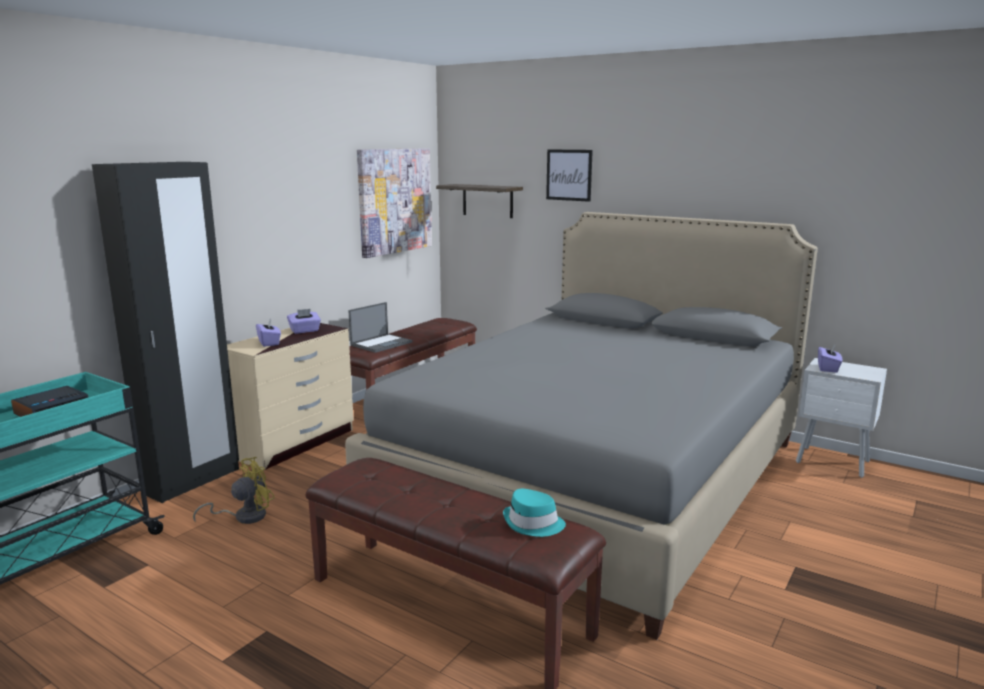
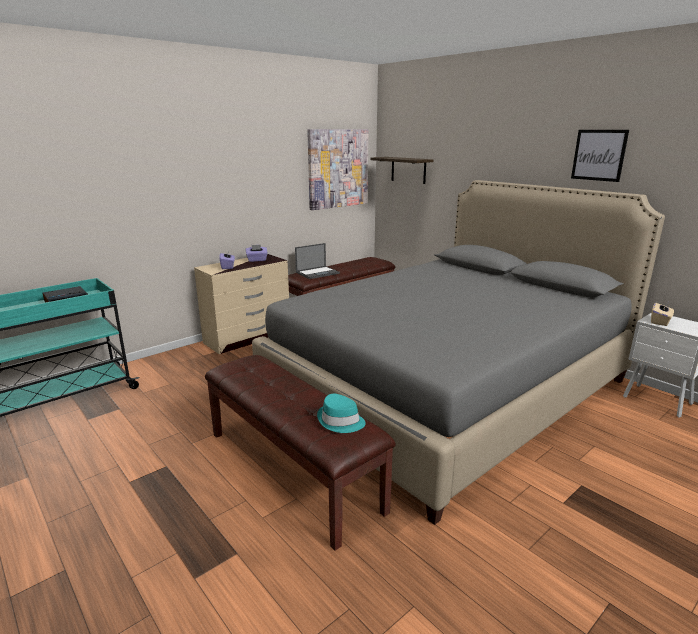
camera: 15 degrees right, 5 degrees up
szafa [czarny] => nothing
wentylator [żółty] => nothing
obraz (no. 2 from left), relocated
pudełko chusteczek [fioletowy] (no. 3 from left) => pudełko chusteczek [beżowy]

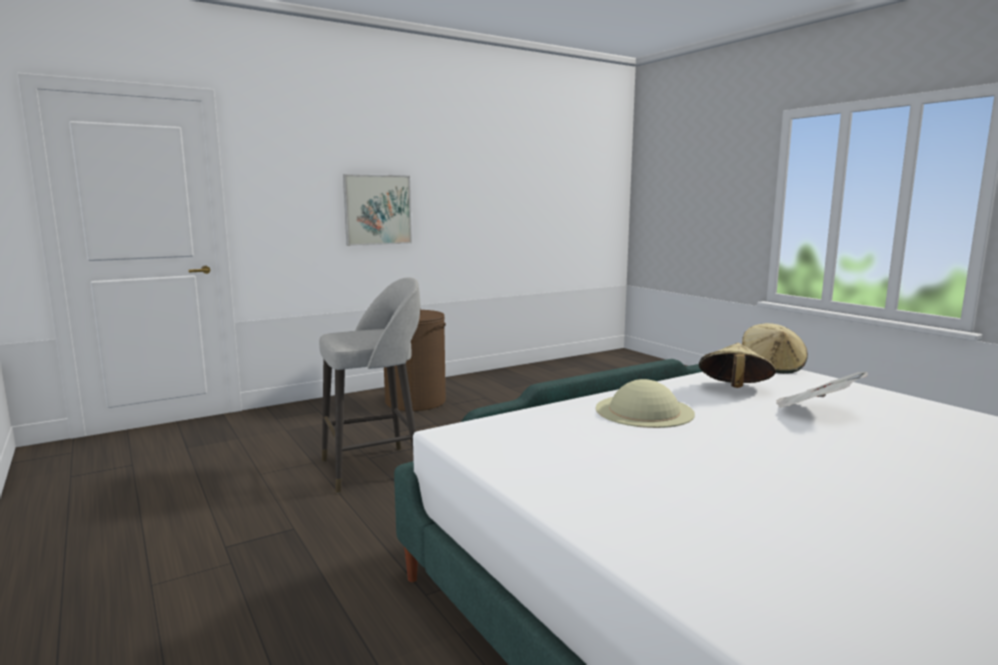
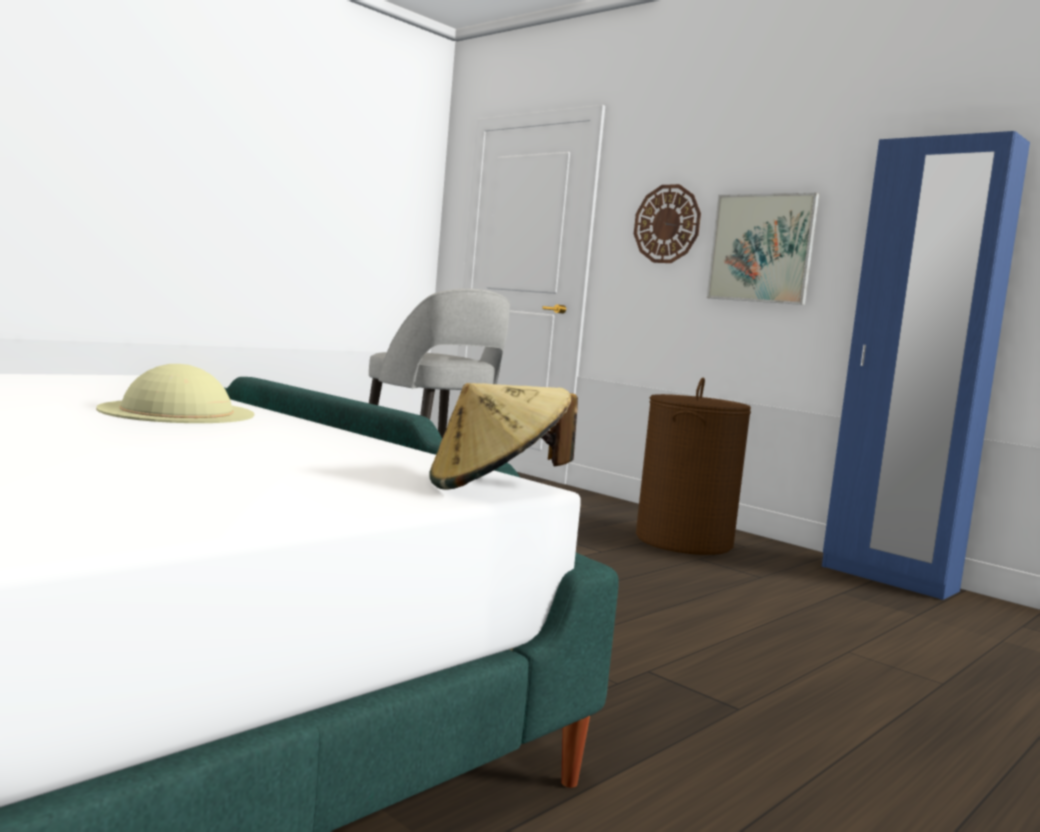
camera: 75 degrees right, 5 degrees down
kapelusz [beżowy] (no. 2 from left) => nothing
gazeta => nothing
nothing => zegar ścienny
nothing => szafa [niebieski]

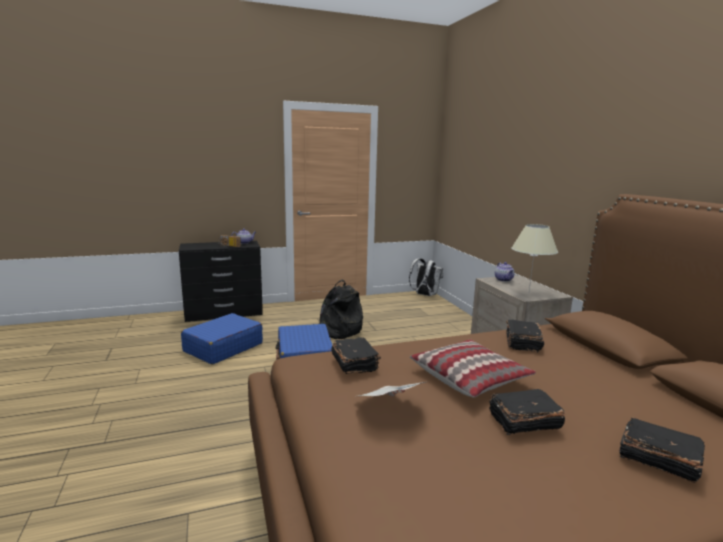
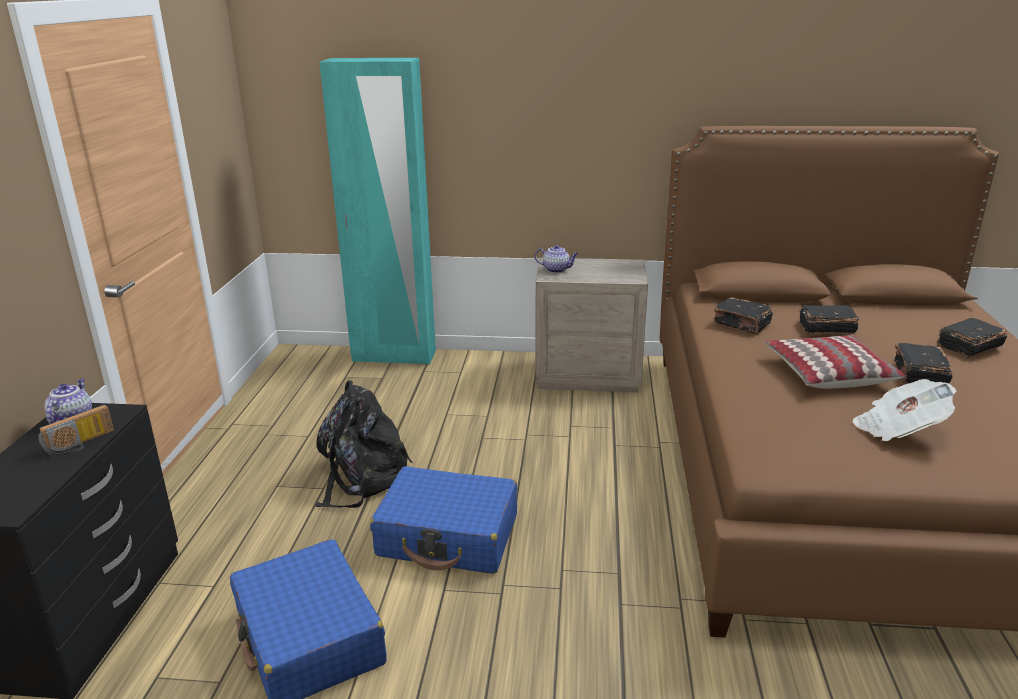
camera: 65 degrees left, 10 degrees up
książka [czarny] (no. 1 from left in the first image) => książka [czarny] (no. 2 from left), relocated
plecak [biały] => nothing
lampa stołowa [beżowy] => nothing
nothing => szafa [turkusowy]

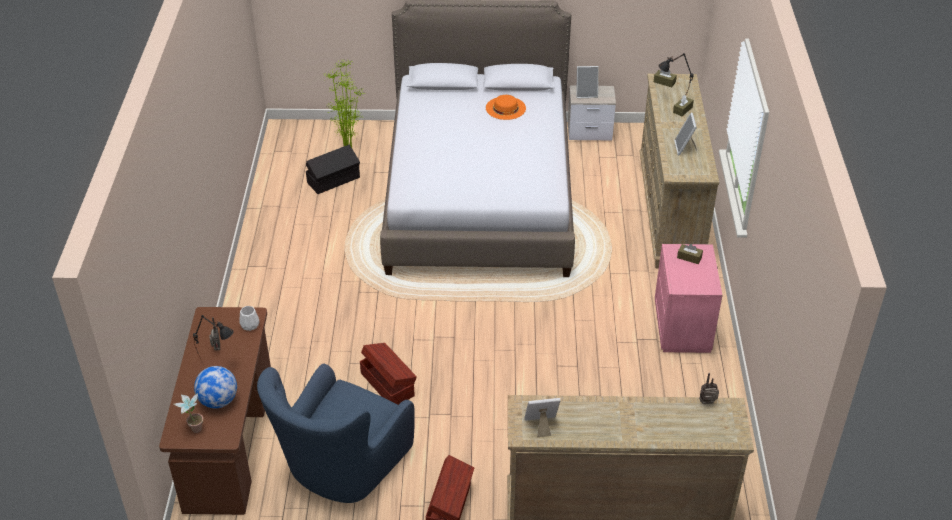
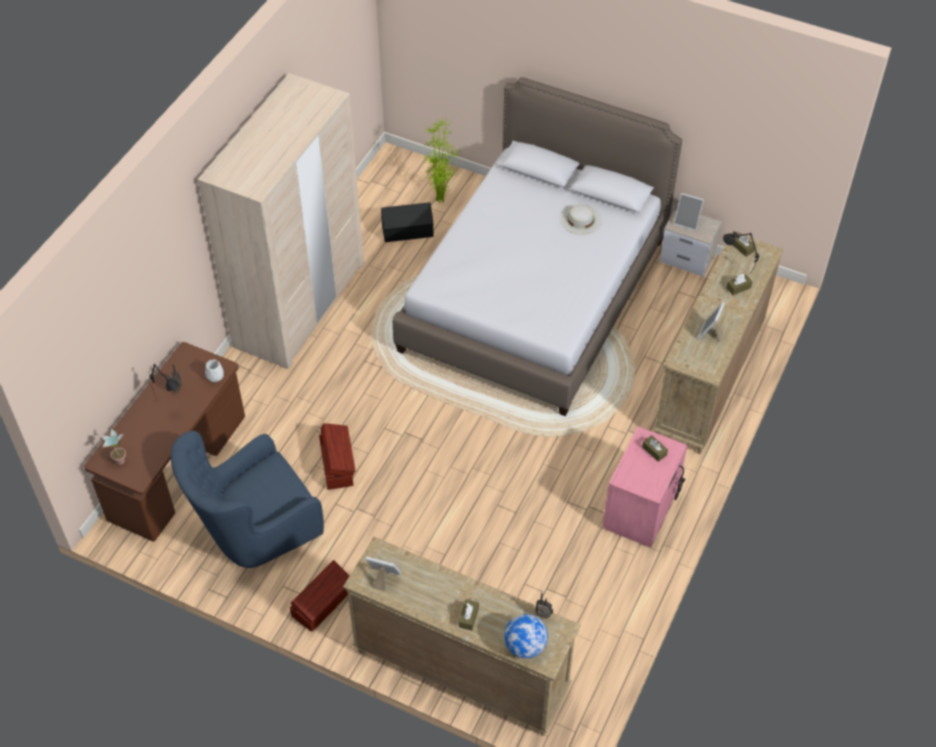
camera: 25 degrees right, 10 degrees up
globus, relocated
kapelusz [pomarańczowy] => kapelusz [biały]
nothing => szafa [beżowy]
nothing => pudełko chusteczek [brązowy] (no. 1 from left)

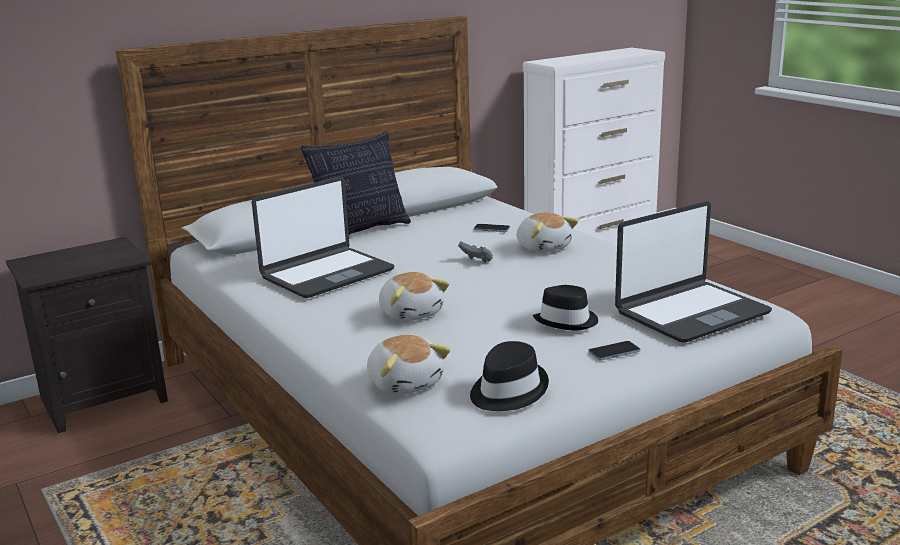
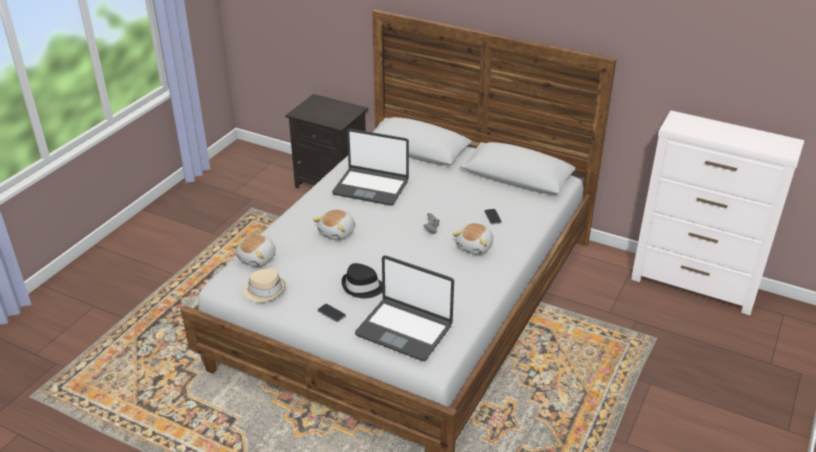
camera: 60 degrees right, 15 degrees up
poduszka => nothing
kapelusz [czarny] (no. 1 from left) => kapelusz [beżowy]

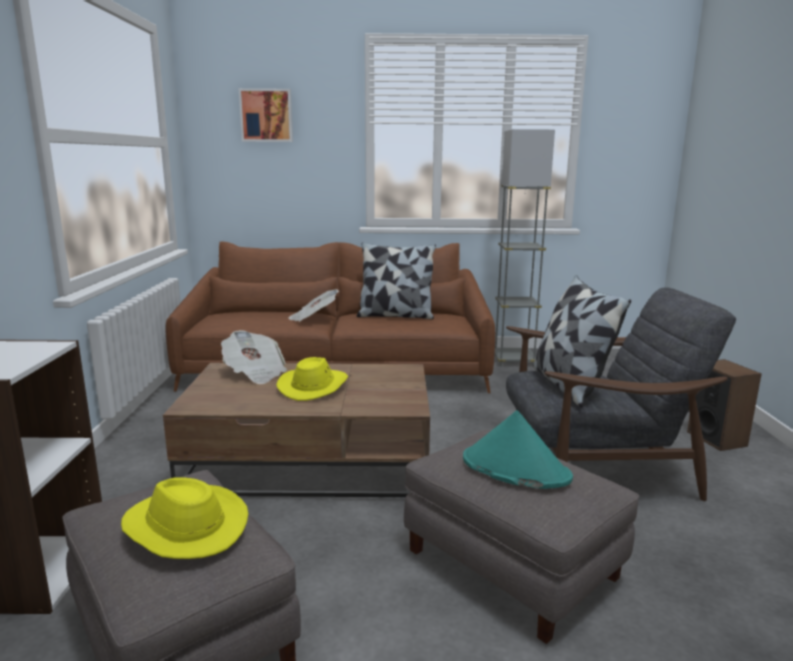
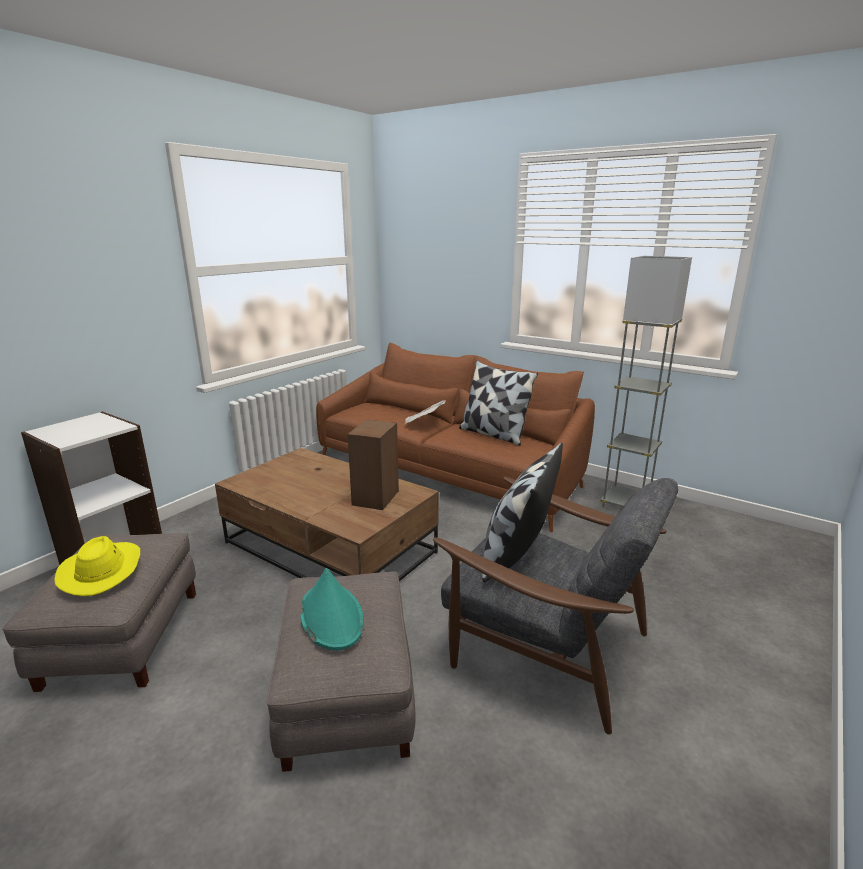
camera: 35 degrees right, 5 degrees up
gazeta (no. 1 from left) => nothing
obraz => nothing
kapelusz [żółty] (no. 2 from left) => nothing
głośnik, relocated

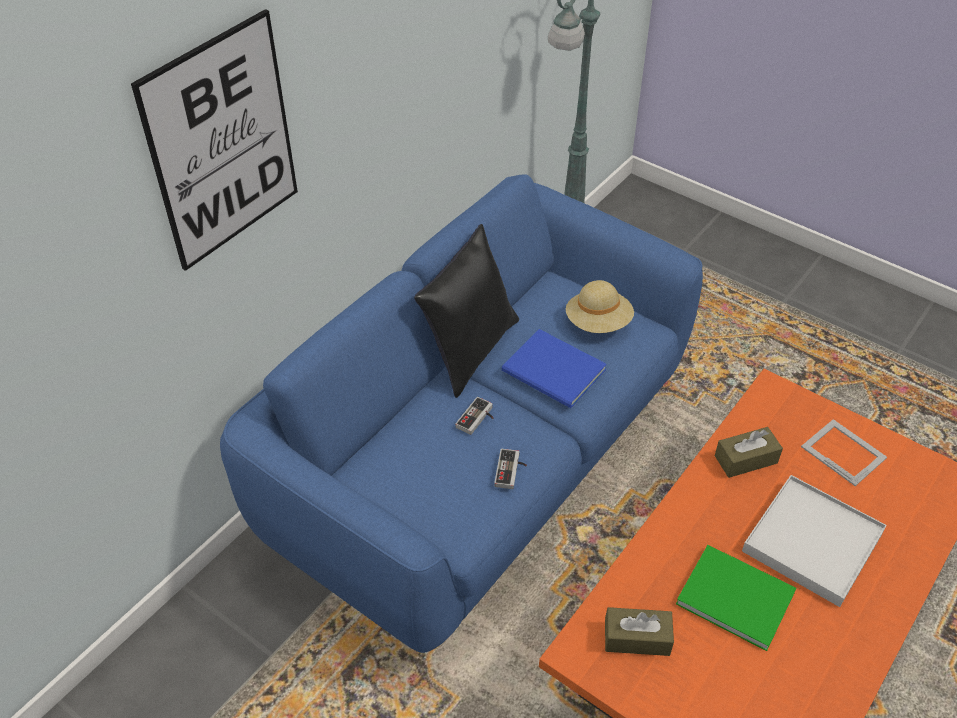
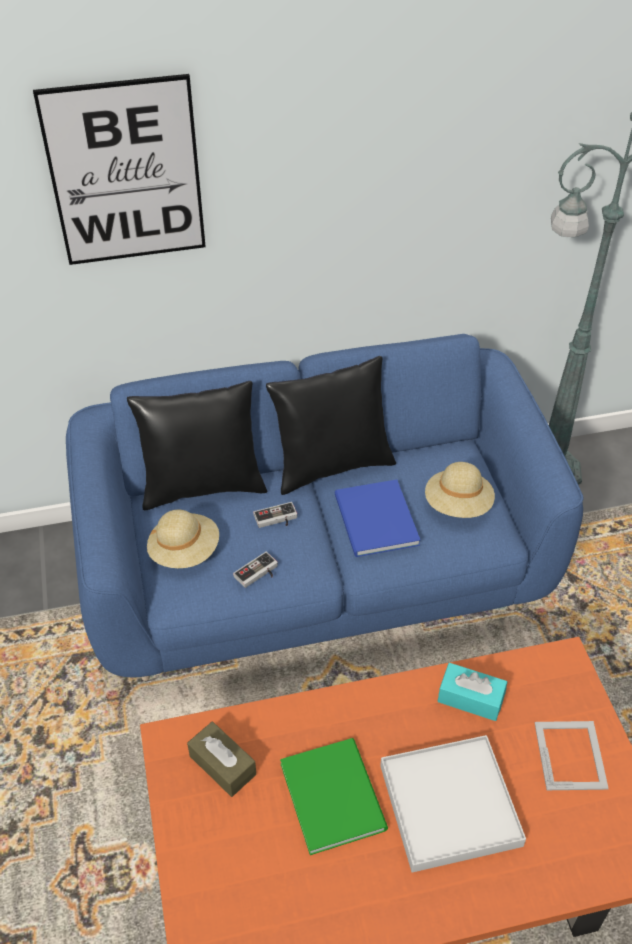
camera: 40 degrees right, 0 degrees up
pudełko chusteczek [brązowy] (no. 2 from left) => pudełko chusteczek [turkusowy]
nothing => poduszka [czarny] (no. 1 from left)
nothing => kapelusz [beżowy] (no. 1 from left)

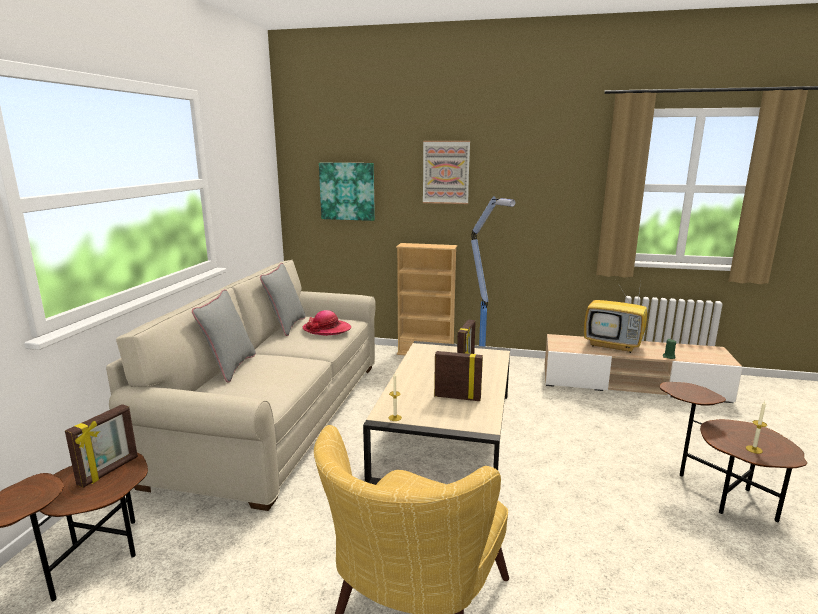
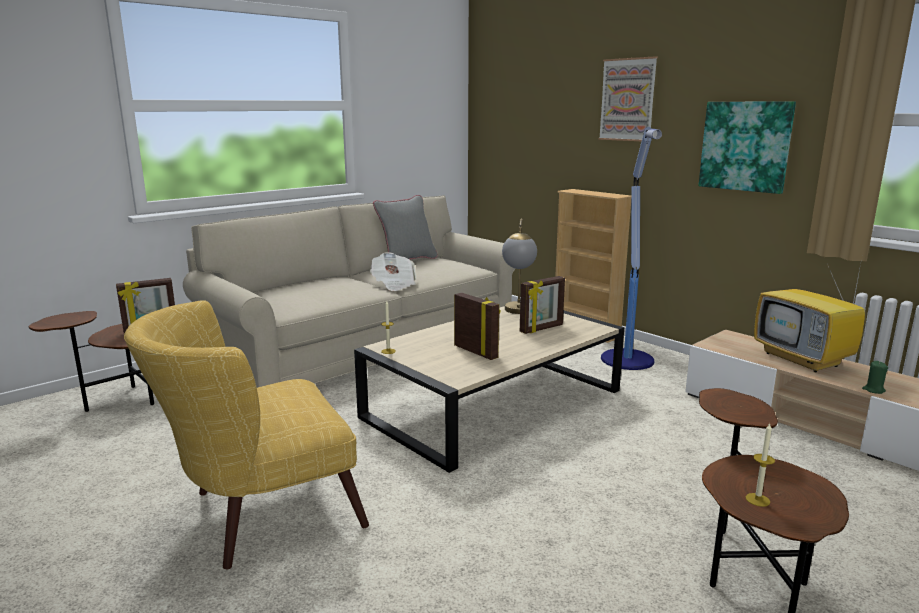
camera: 35 degrees right, 0 degrees up
poduszka [szary] (no. 1 from left) => nothing
kapelusz => nothing
obraz (no. 1 from left in the first image) => obraz (no. 2 from left), relocated
nothing => gazeta
nothing => lampa stołowa

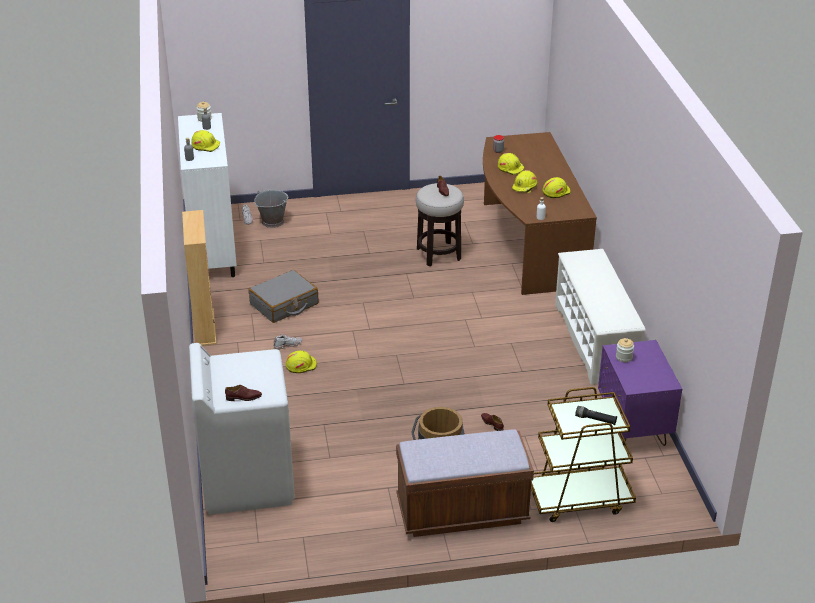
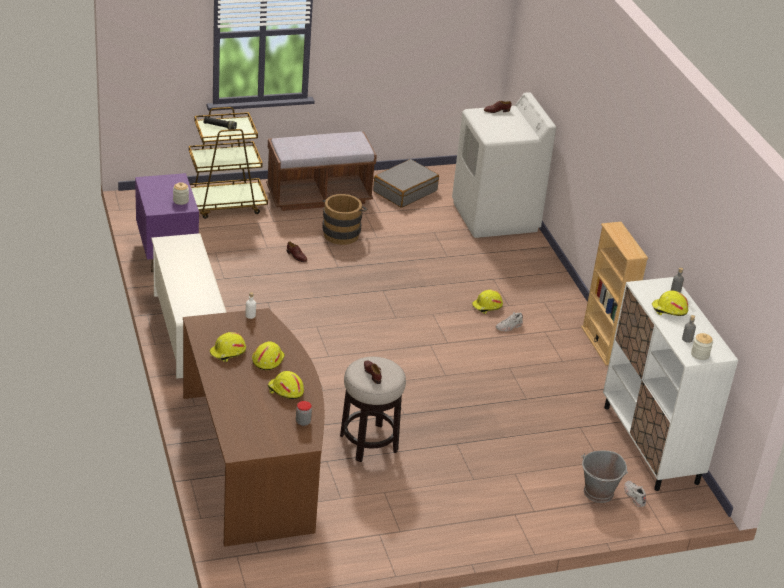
camera: 170 degrees right, 0 degrees up
walizka [szary], relocated

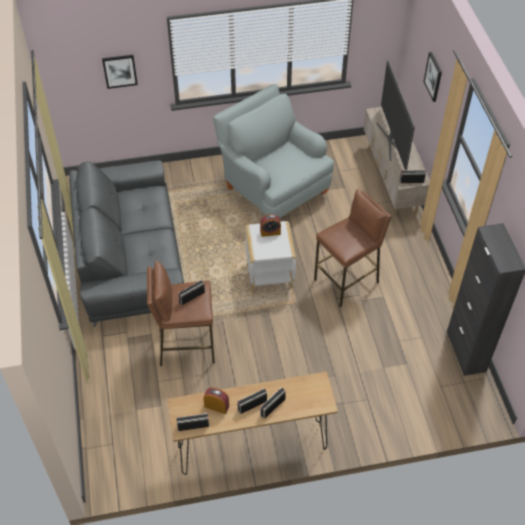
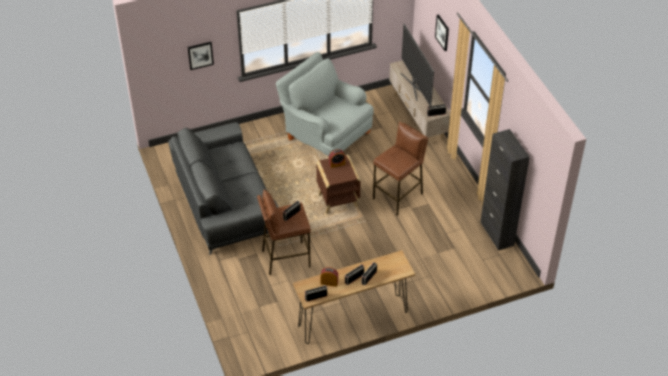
camera: 10 degrees left, 5 degrees down
stolik [biały] => stolik [brązowy]

